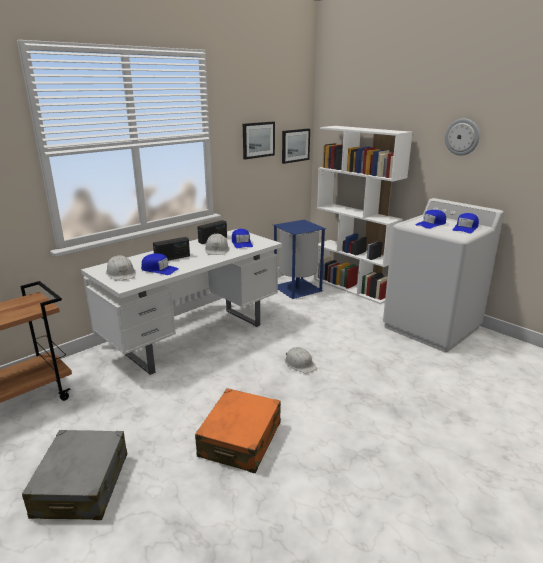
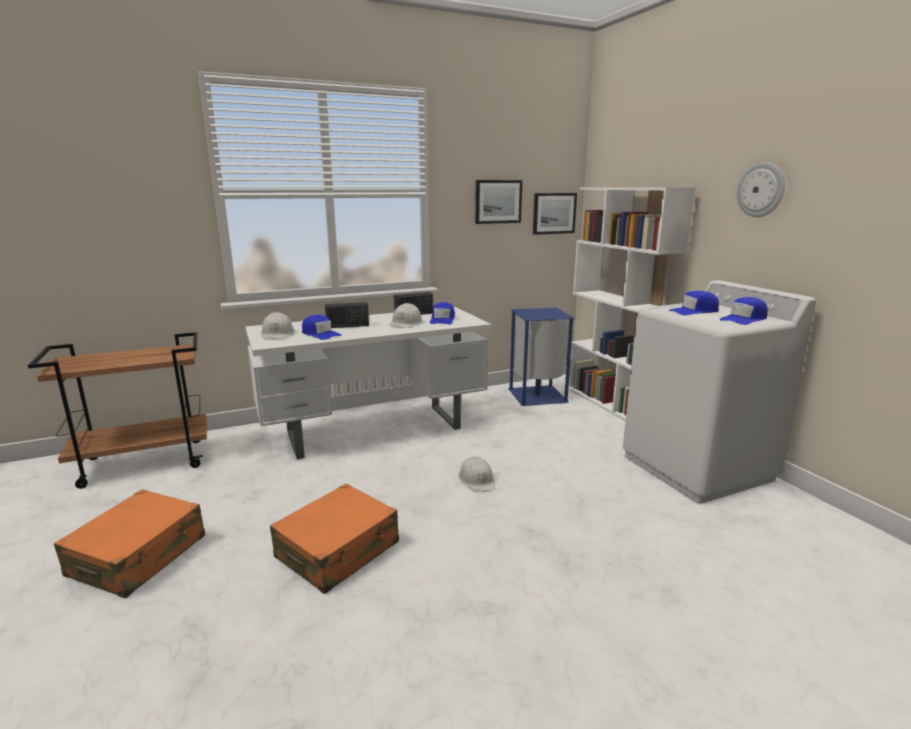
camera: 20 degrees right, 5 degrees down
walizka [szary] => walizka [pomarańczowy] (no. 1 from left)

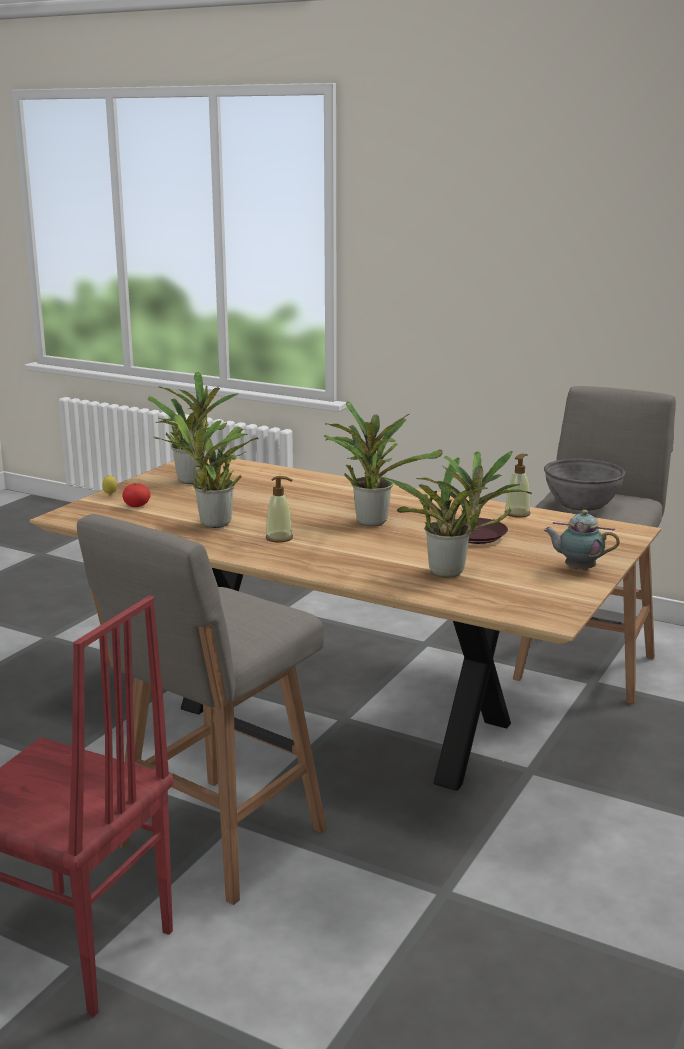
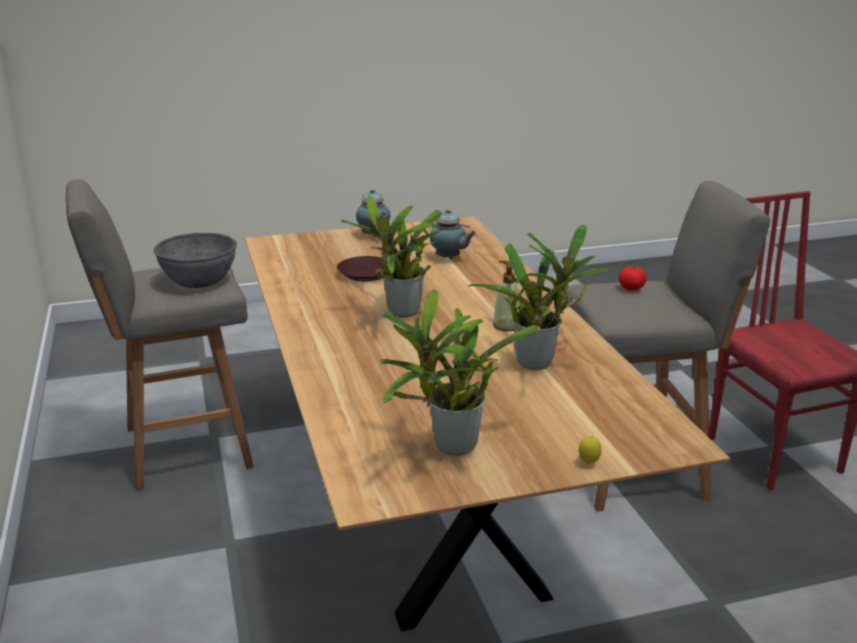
camera: 135 degrees left, 5 degrees up
pomidor, relocated
roślina doniczkowa (no. 4 from left) => imbryk (no. 2 from left)
dozownik mydła (no. 2 from left) => nothing

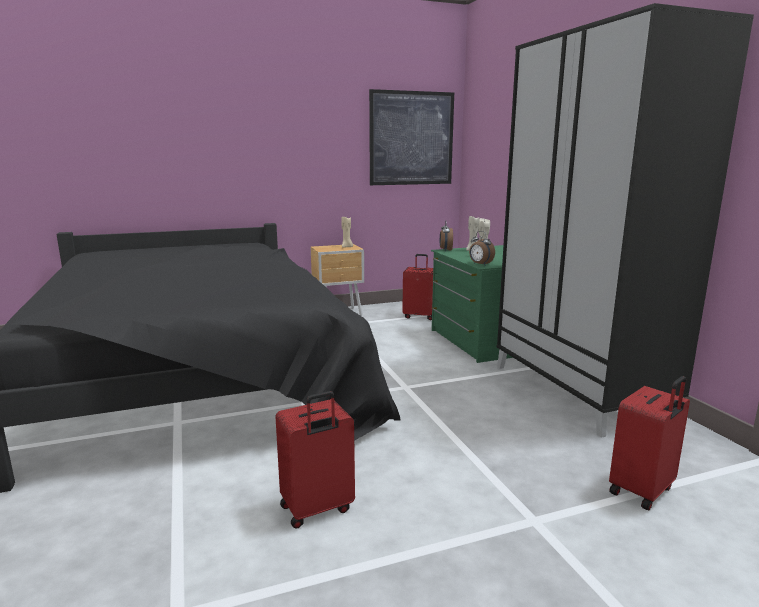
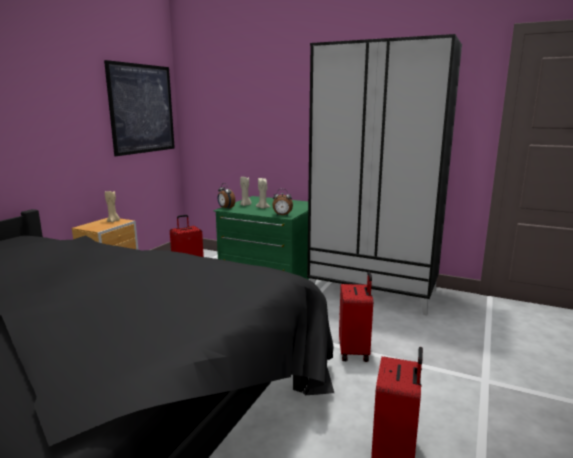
camera: 45 degrees left, 0 degrees up
walizka [czerwony] (no. 3 from left in the first image) => walizka [czerwony] (no. 2 from left), relocated

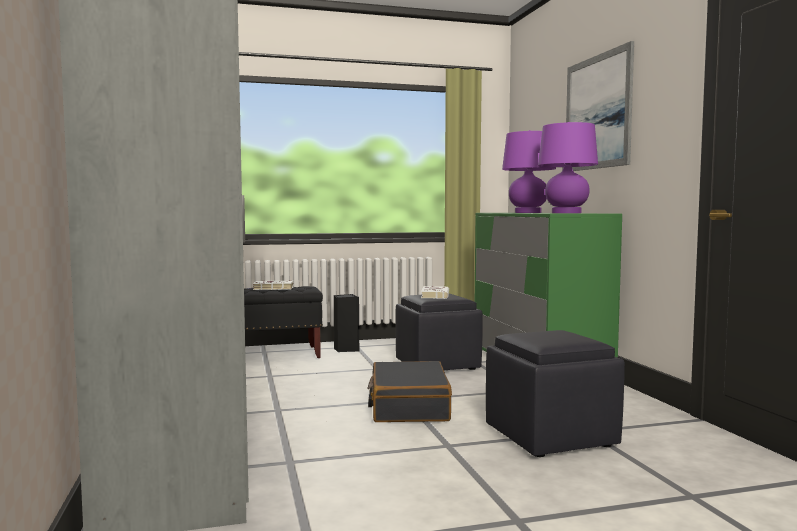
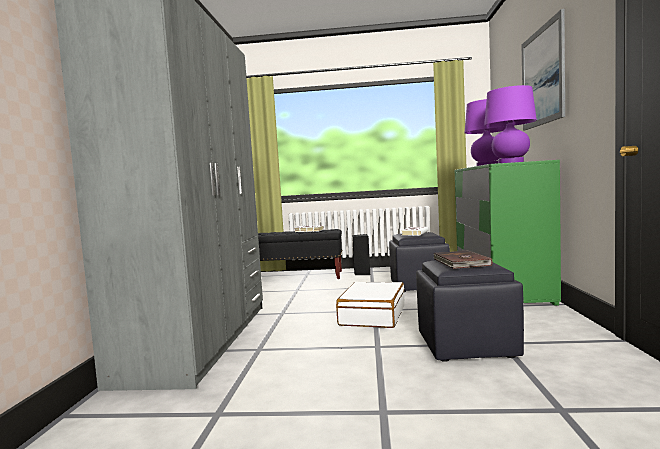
camera: 20 degrees right, 0 degrees up
walizka [czarny] => walizka [biały]
nothing => książka [brązowy]

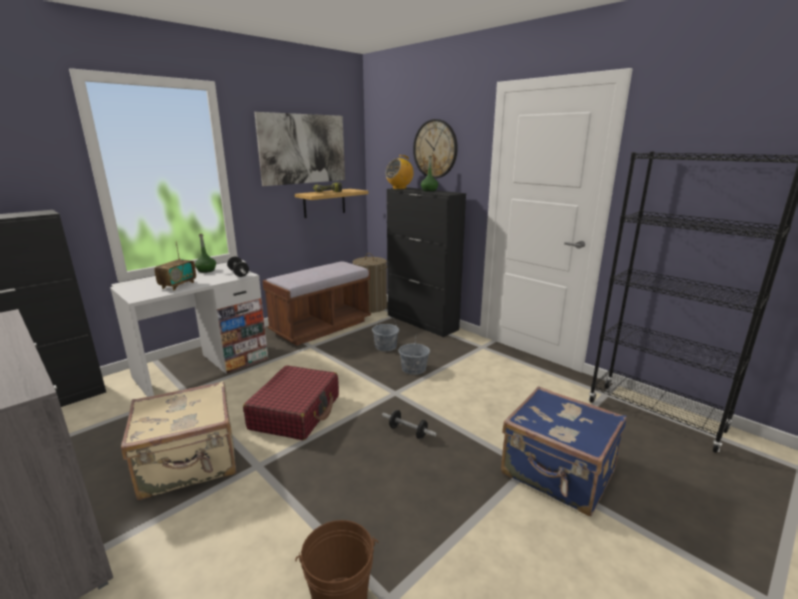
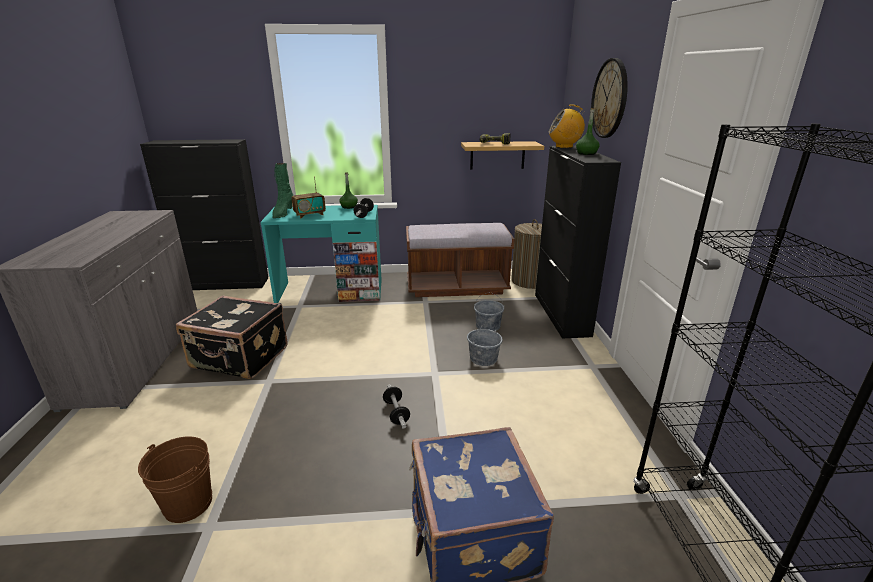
camera: 40 degrees right, 5 degrees up
biurko [biały] => biurko [turkusowy]
walizka [beżowy] => walizka [czarny]
walizka [czerwony] => nothing
obraz => nothing
nothing => but z cholewką [zielony]

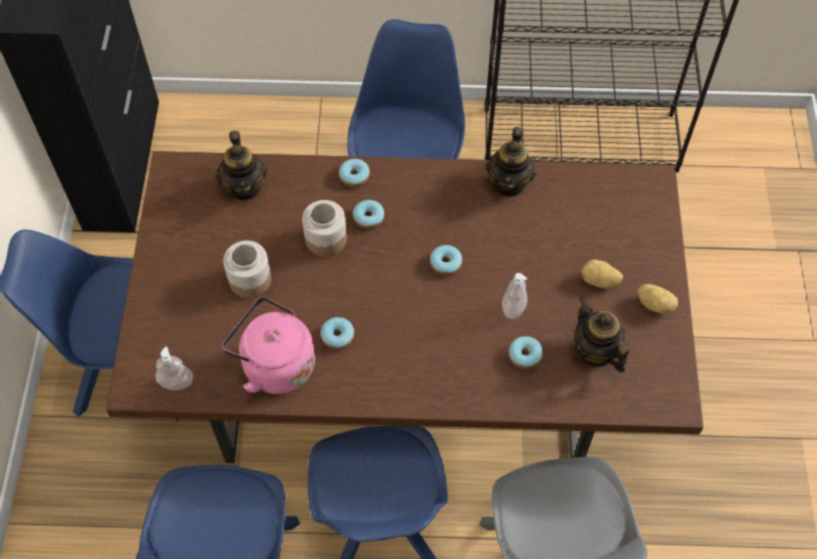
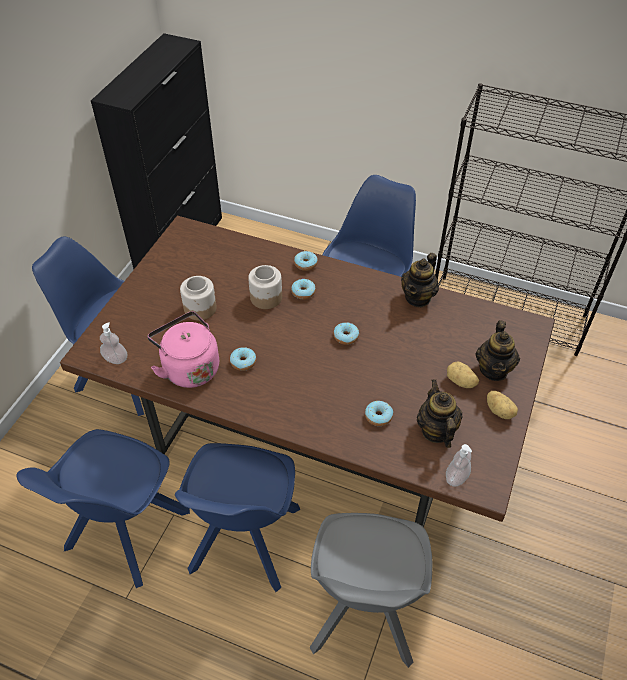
camera: 20 degrees right, 10 degrees down
imbryk (no. 1 from left in the first image) => imbryk (no. 3 from left), relocated
dozownik mydła (no. 2 from left), relocated

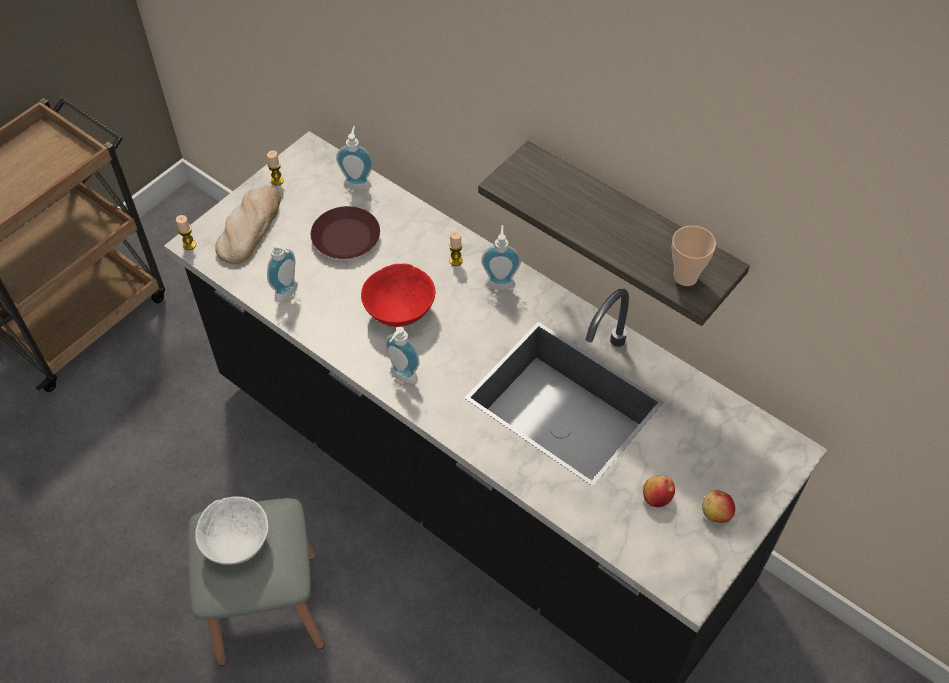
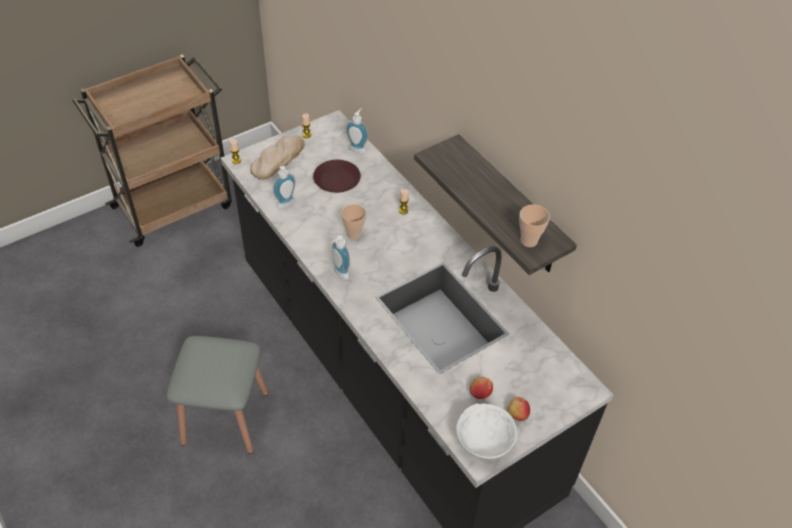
camera: 15 degrees right, 5 degrees down
miska [biały], relocated
miska [czerwony] => filiżanka (no. 1 from left)
dozownik mydła (no. 4 from left) => nothing

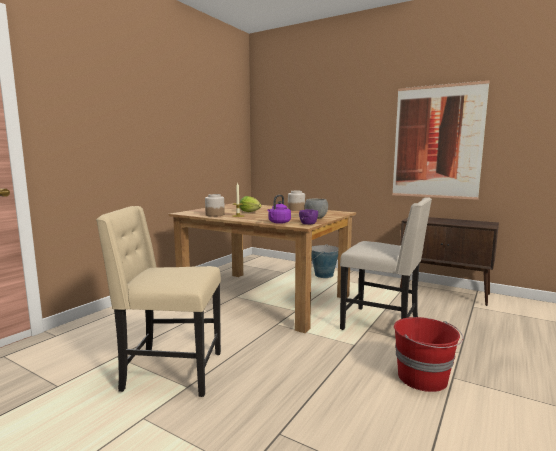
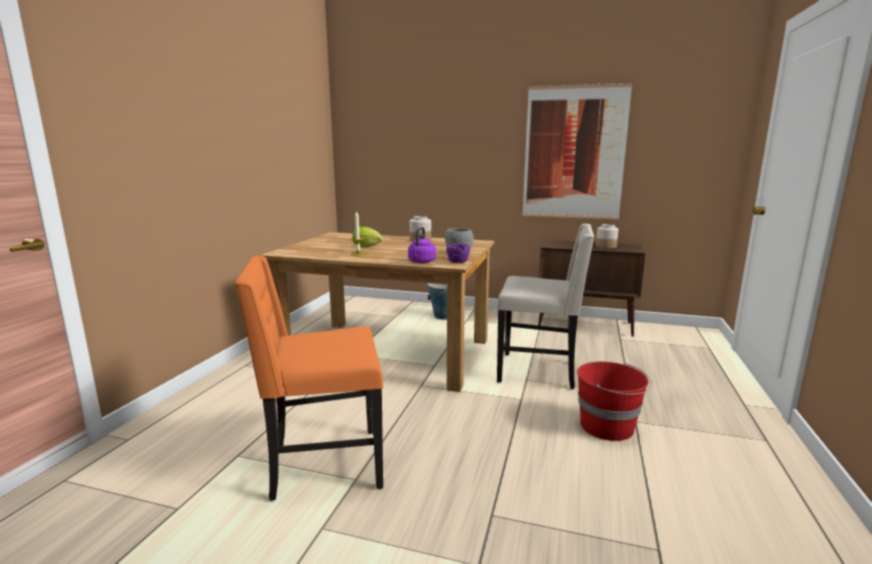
camera: 15 degrees left, 5 degrees up
krzesło [beżowy] (no. 1 from left) => krzesło [pomarańczowy]
słoik (no. 1 from left in the first image) => słoik (no. 2 from left), relocated

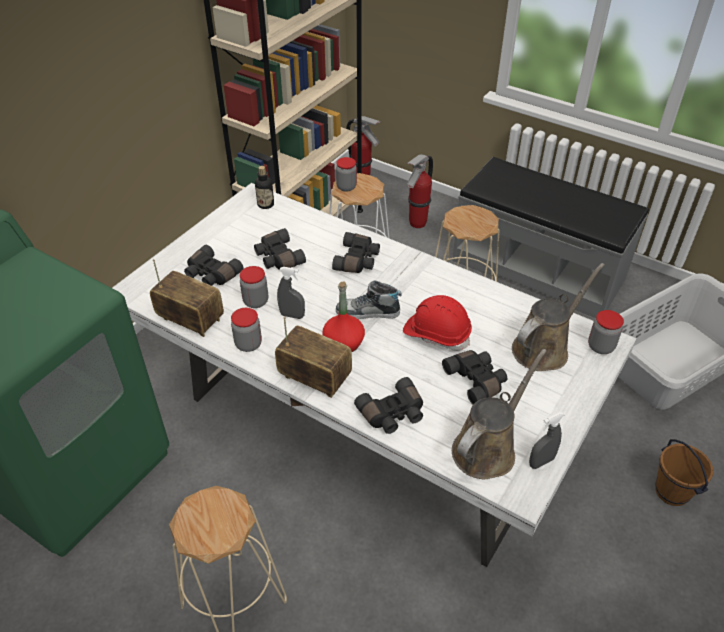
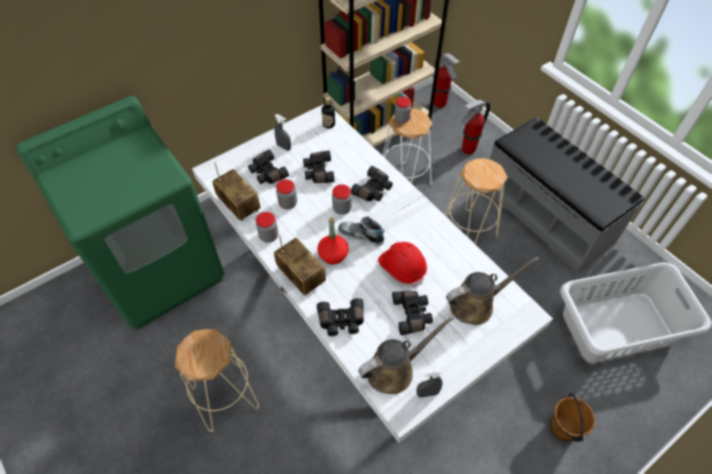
camera: 20 degrees right, 10 degrees up
spryskiwacz [szary] (no. 1 from left), relocated
słoik (no. 4 from left in the first image) => słoik (no. 3 from left), relocated

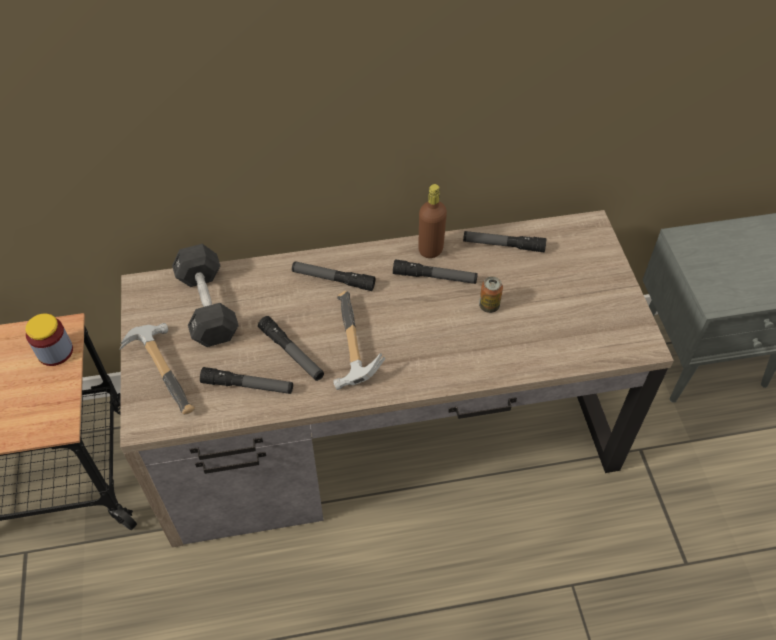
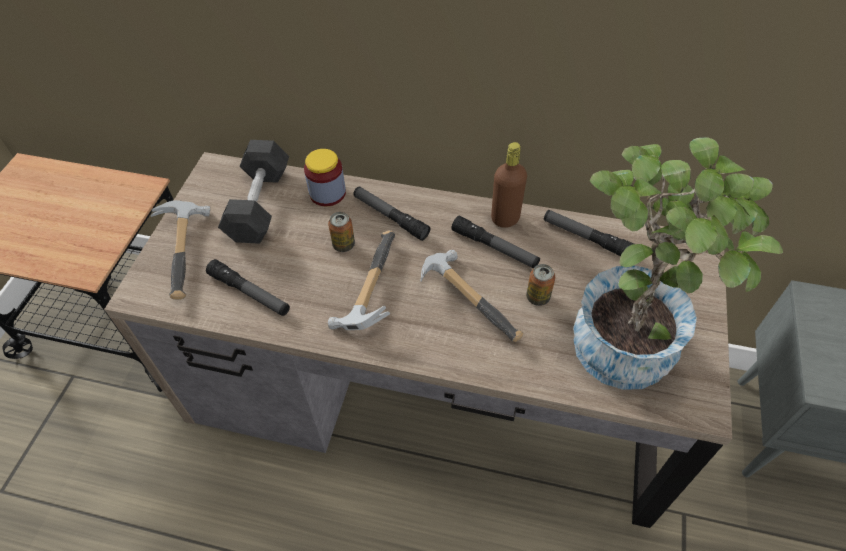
camera: 25 degrees right, 0 degrees up
słoik, relocated
latarka (no. 2 from left) => nothing
nothing => puszka (no. 1 from left)
nothing => młotek (no. 3 from left)
nothing => roślina doniczkowa

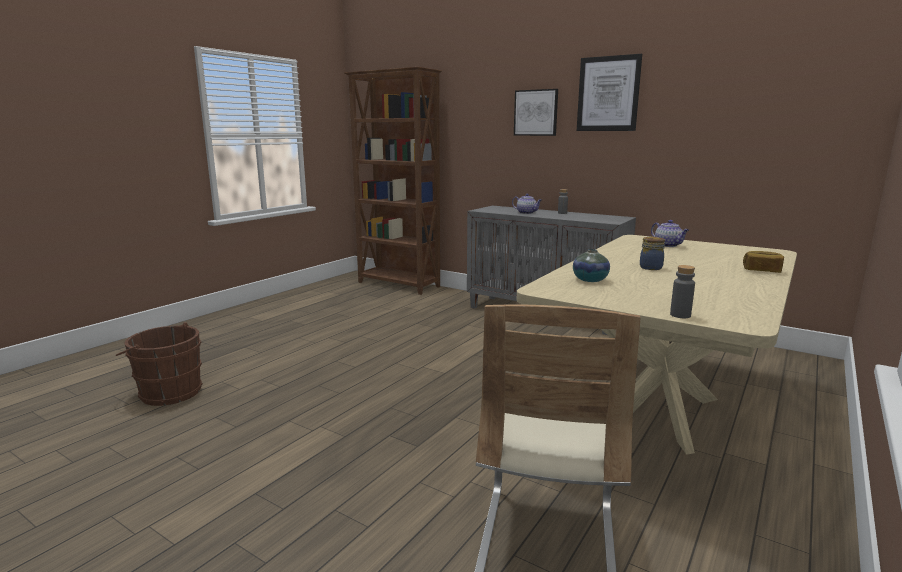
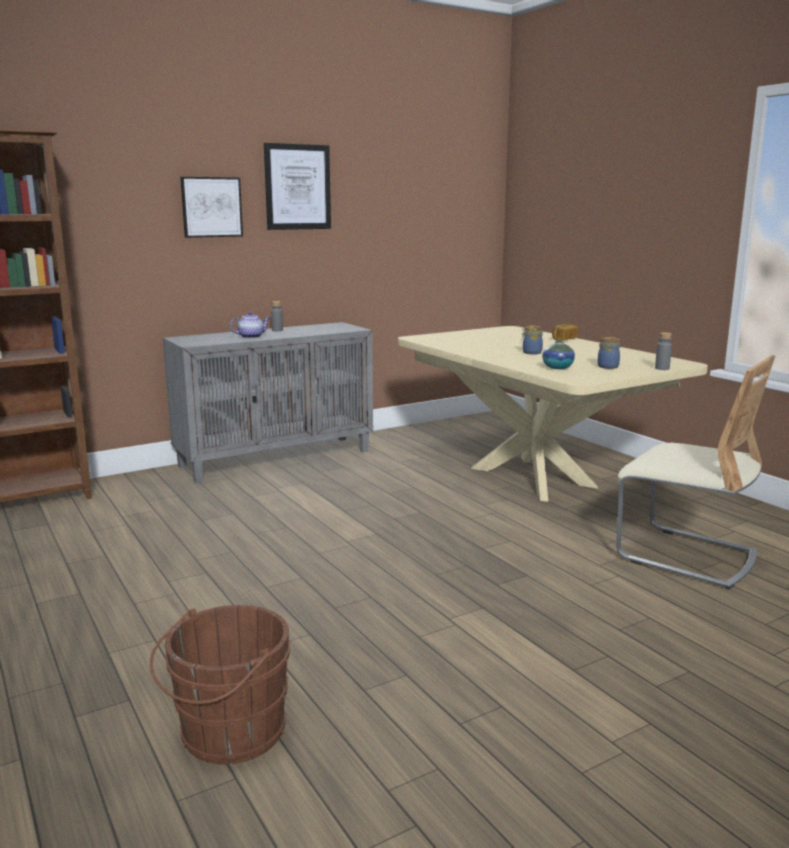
camera: 65 degrees left, 0 degrees up
imbryk (no. 2 from left) => nothing
nothing => słoik (no. 2 from left)

